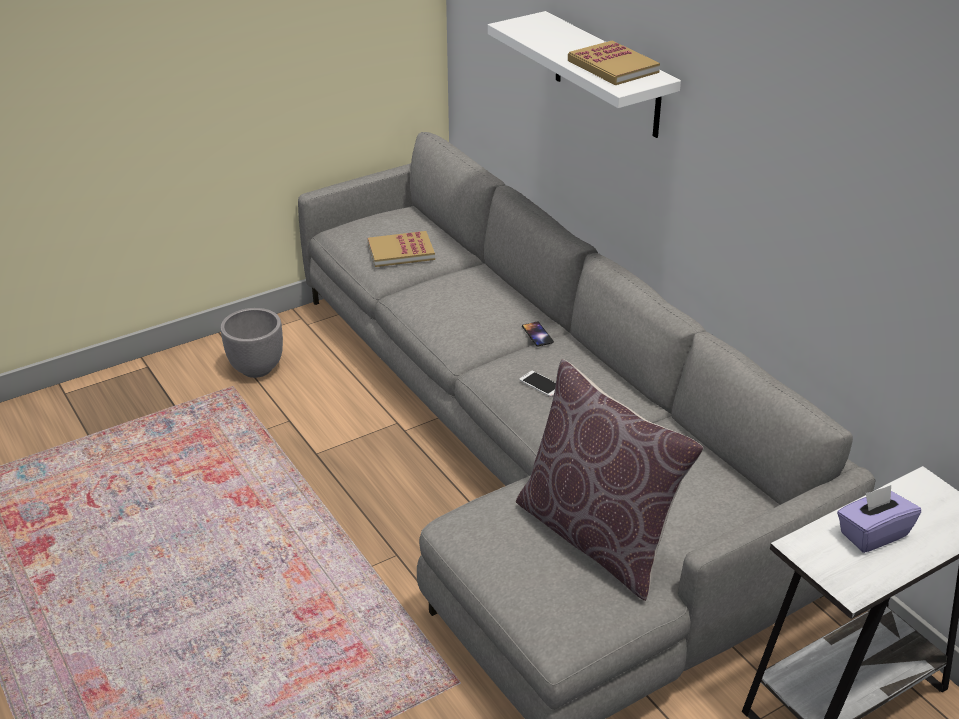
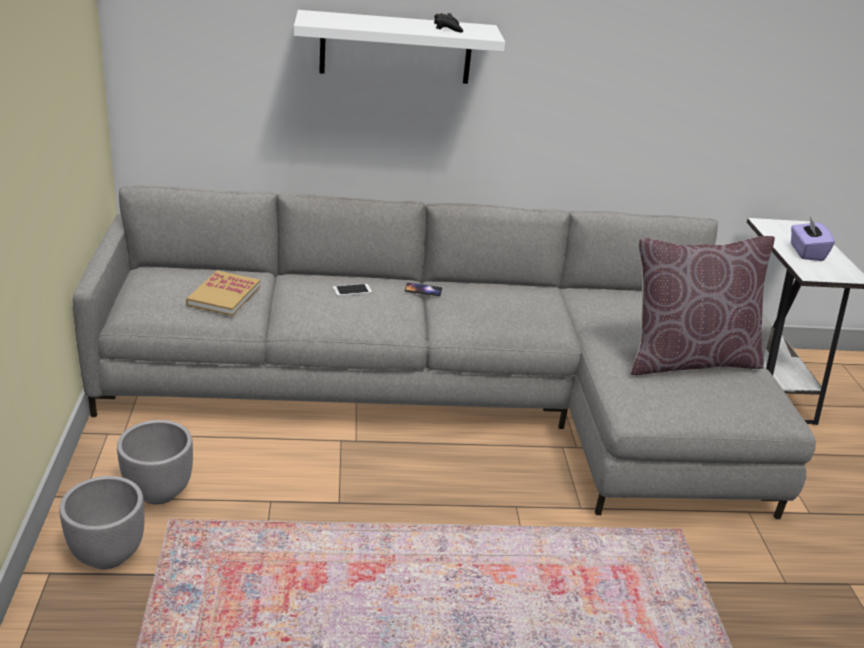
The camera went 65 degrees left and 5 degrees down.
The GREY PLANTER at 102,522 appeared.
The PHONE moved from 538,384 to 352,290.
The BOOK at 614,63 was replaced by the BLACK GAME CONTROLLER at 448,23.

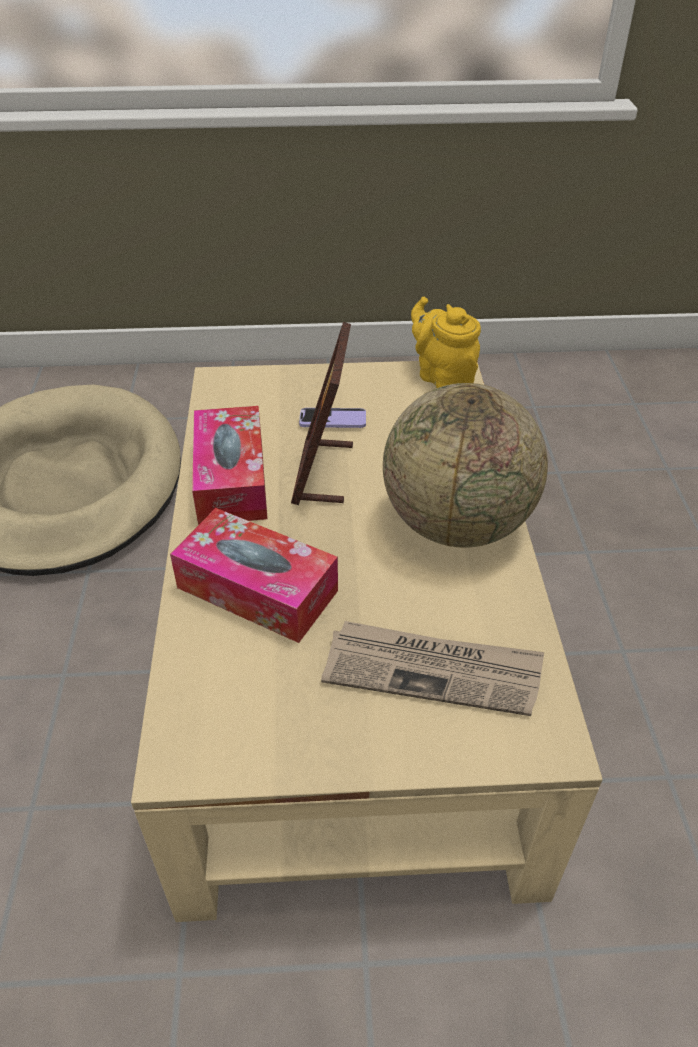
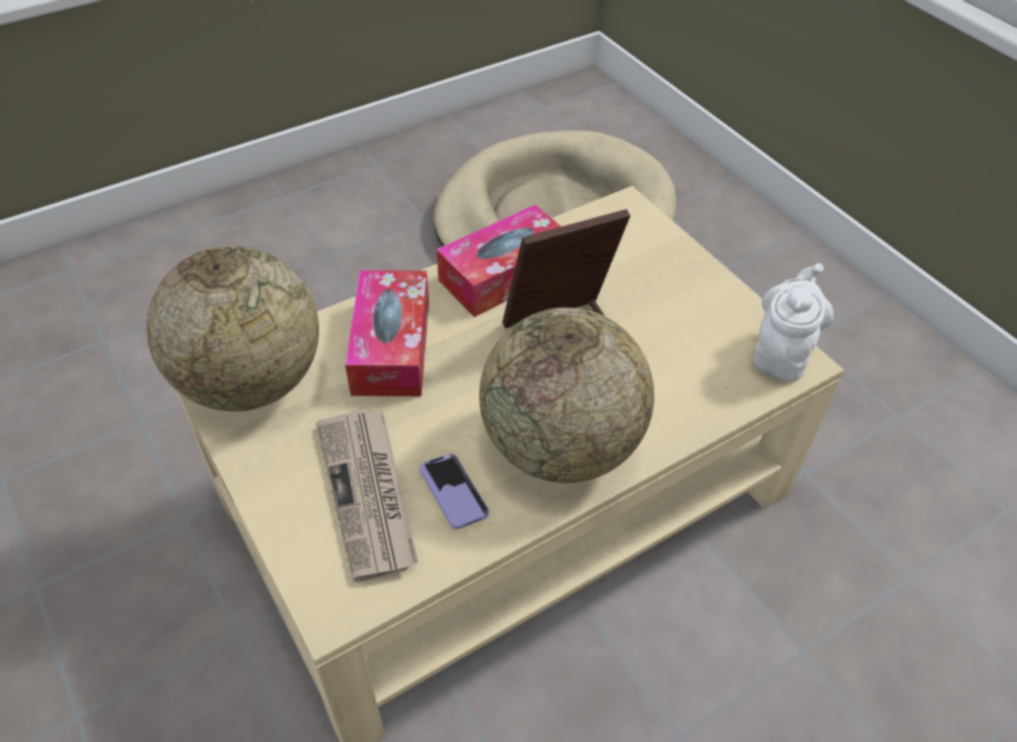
The camera went 60 degrees right and 5 degrees up.
The GLOBE at 232,329 appeared.
The PHONE moved from 332,418 to 454,491.
The YELLOW TEAPOT at 446,342 became the WHITE TEAPOT at 793,322.

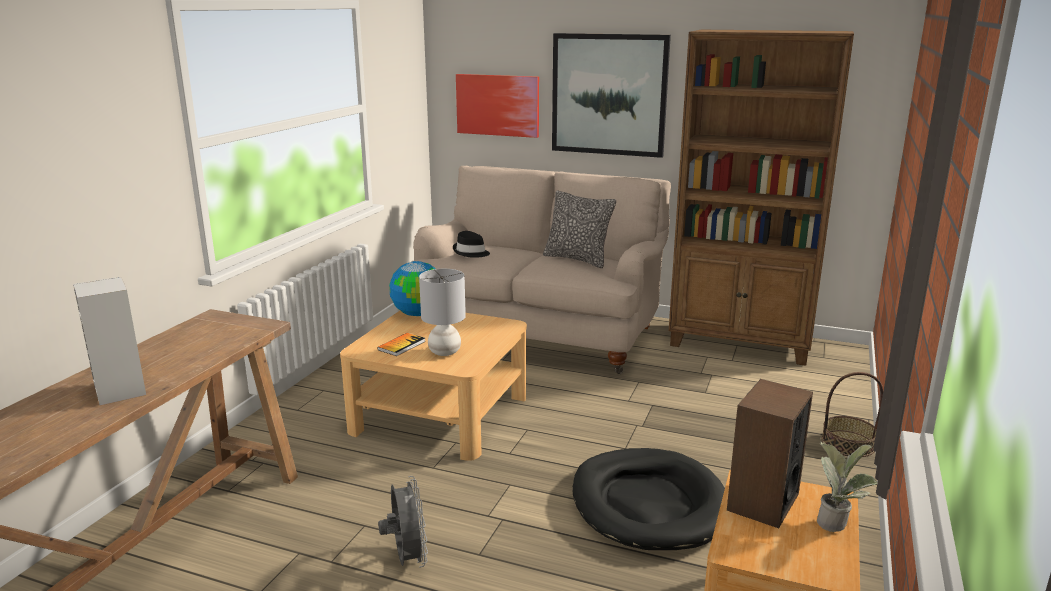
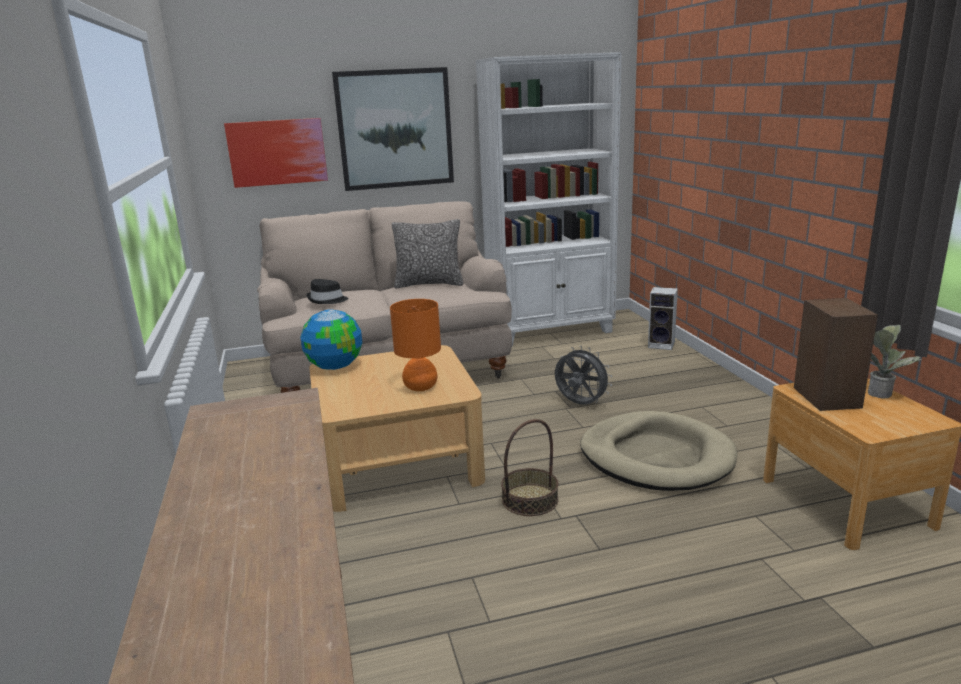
The camera went 35 degrees left and 0 degrees up.
The BOOK at 401,344 disappeared.
The SPEAKER moved from 109,341 to 663,318.
The GREY FAN moved from 403,522 to 583,375.
The BASKET moved from 852,414 to 530,467.
The GREY TABLE LAMP at 442,312 became the ORANGE TABLE LAMP at 415,345.
The BLACK DOG BED at 648,499 became the BEIGE DOG BED at 658,451.
The BROWN BOOKCASE at 761,198 became the WHITE BOOKCASE at 549,199.

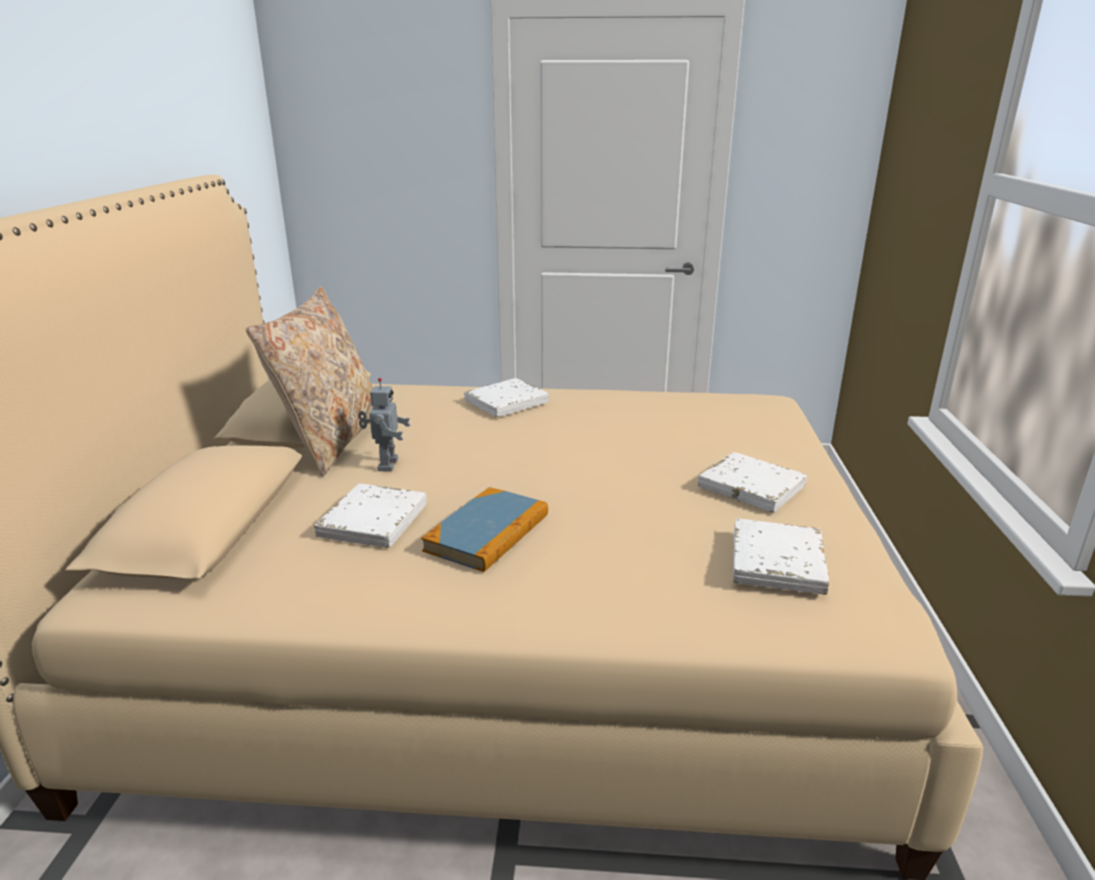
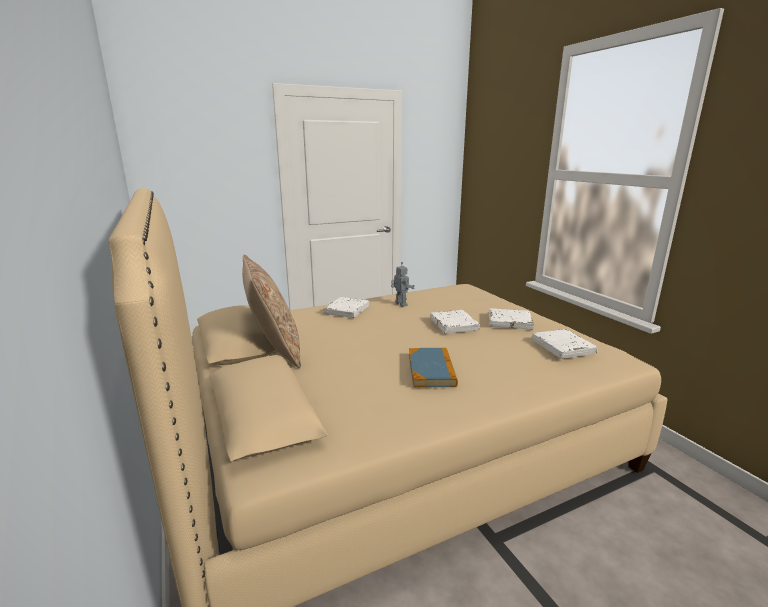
The camera went 30 degrees left and 5 degrees down.
The WHITE BOOK moved from 370,516 to 455,322.
The TOY ROBOT moved from 384,425 to 403,284.

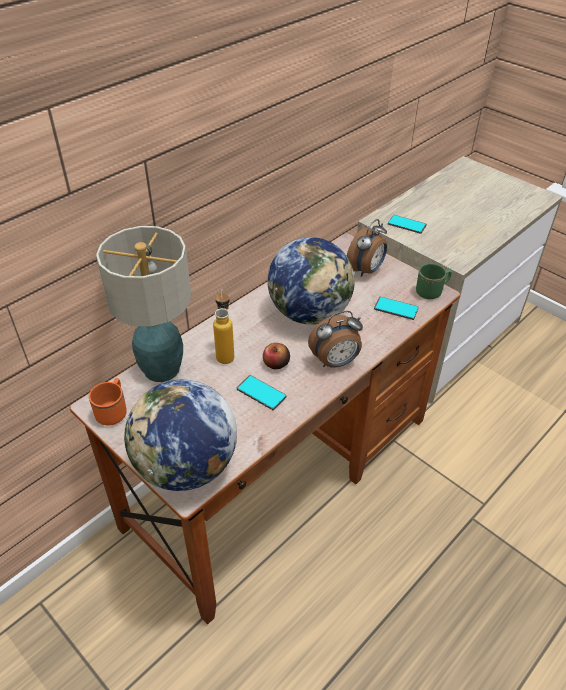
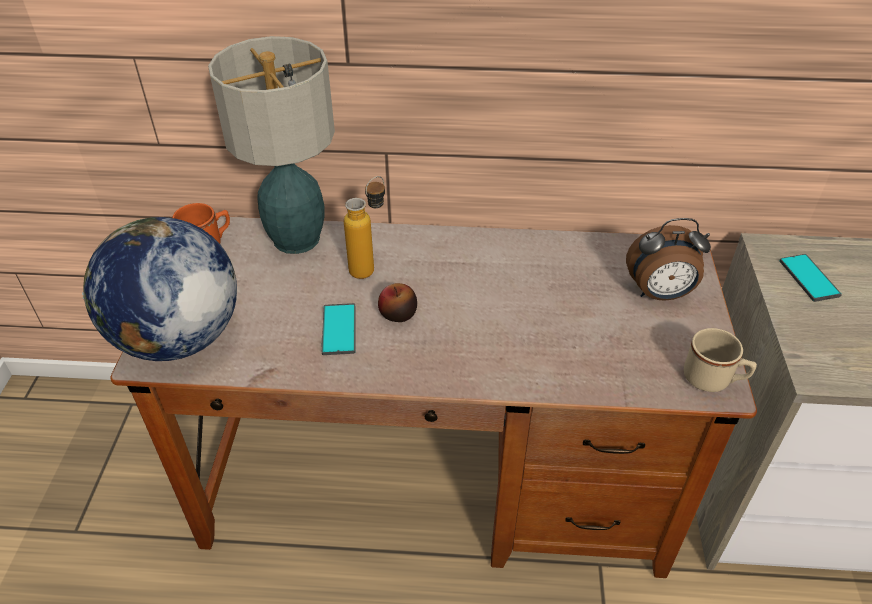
The camera went 50 degrees right and 0 degrees up.
The GLOBE at 311,281 disappeared.
The ALARM CLOCK at 335,339 disappeared.
The PHONE at 396,308 disappeared.
The GREEN MUG at 434,281 became the BEIGE MUG at 720,360.

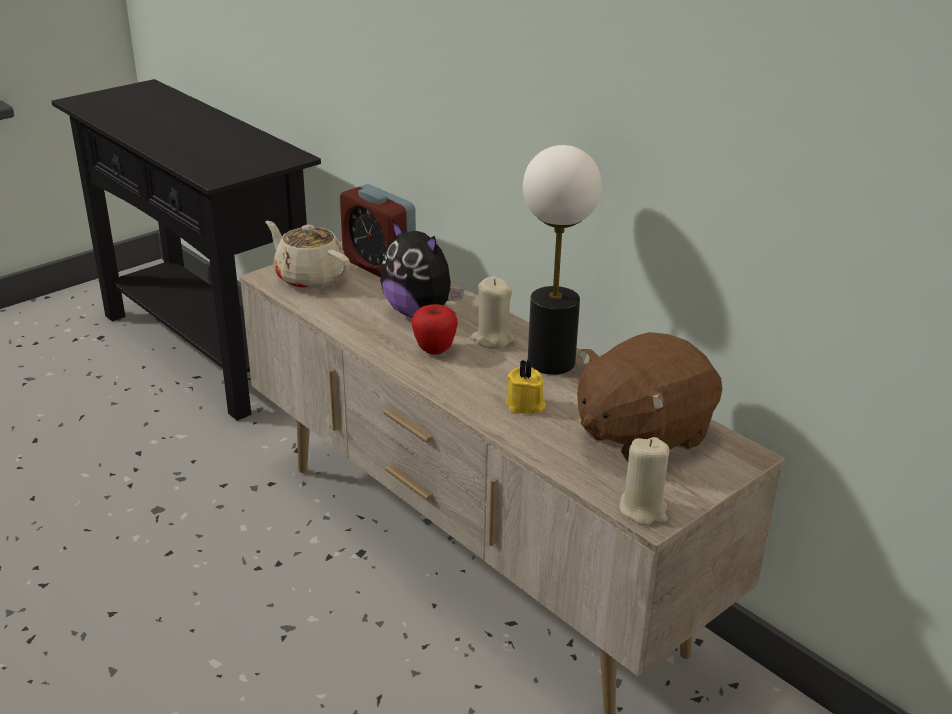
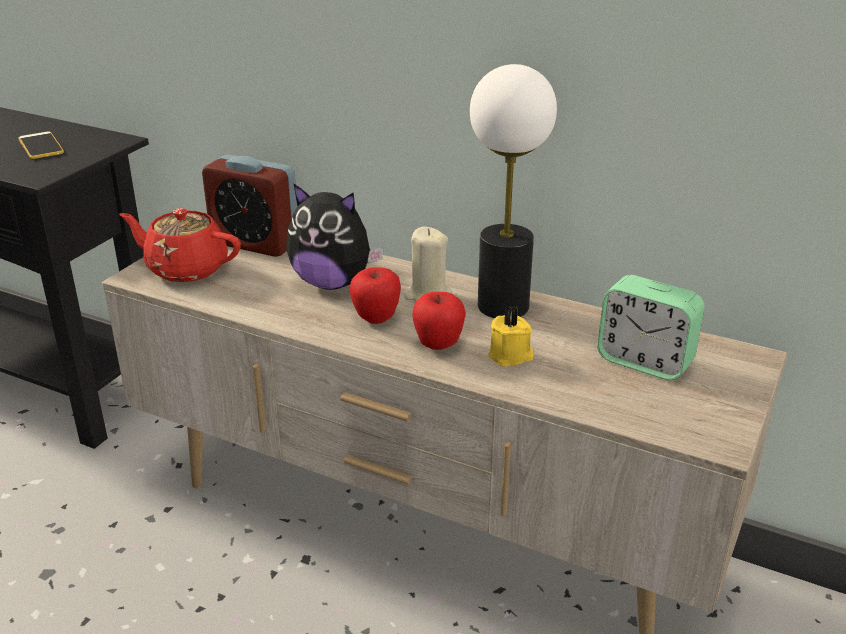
The camera went 20 degrees left and 0 degrees up.
The BEIGE CANDLE at 644,481 disappeared.
The PHONE at 41,145 appeared.
The APPLE at 439,321 appeared.
The BROWN PLUSH TOY at 650,397 was replaced by the ALARM CLOCK at 651,327.
The BEIGE TEAPOT at 307,255 became the RED TEAPOT at 180,245.

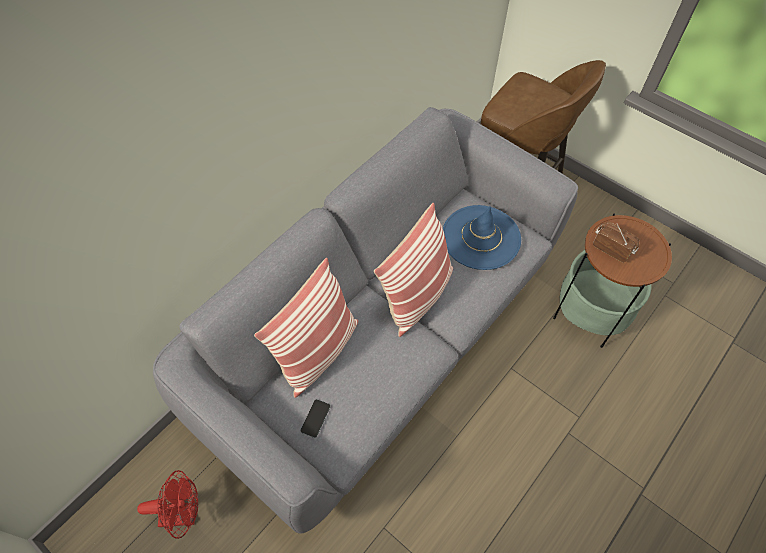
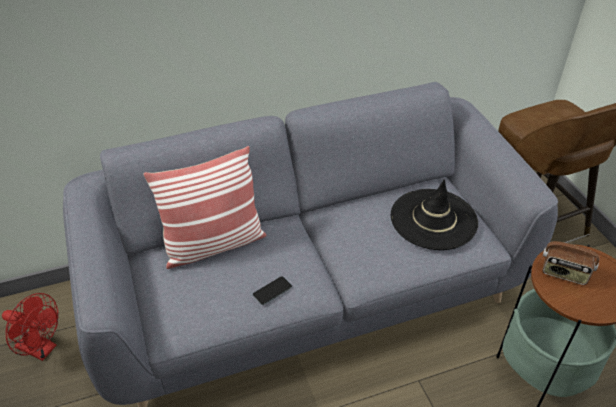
The camera went 30 degrees right and 15 degrees down.
The PILLOW at 413,270 disappeared.
The PHONE moved from 315,418 to 272,290.
The BLUE HAT at 482,237 became the BLACK HAT at 434,214.
The RADIO at 616,242 turned 135 degrees clockwise.

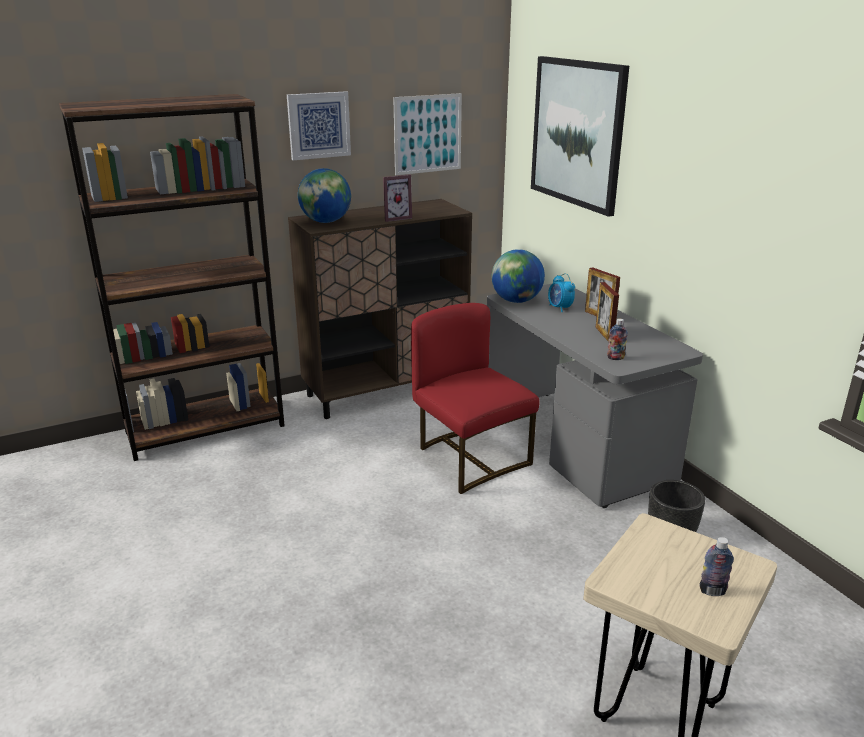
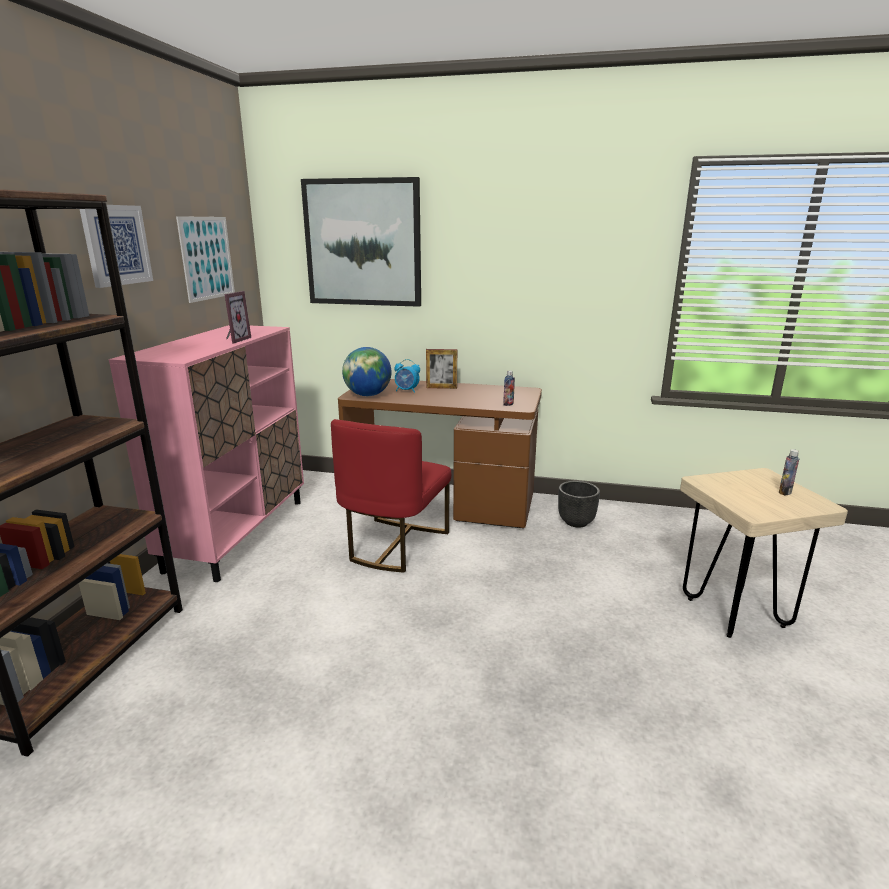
The camera went 50 degrees left and 5 degrees down.
The GLOBE at 324,195 disappeared.
The PICTURE FRAME at 607,312 disappeared.
The BROWN CABINET at 380,309 became the PINK CABINET at 206,453.
The GREY DESK at 595,396 became the BROWN DESK at 440,454.
The RED CHAIR at 475,398 turned 75 degrees counterclockwise.

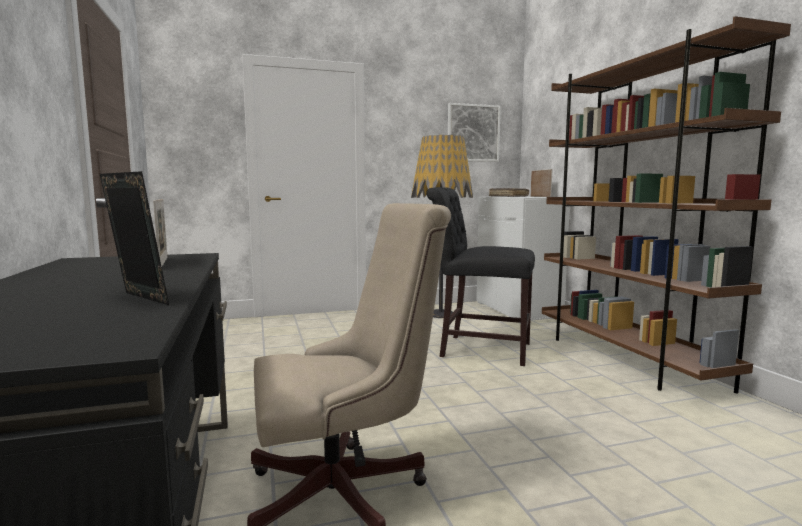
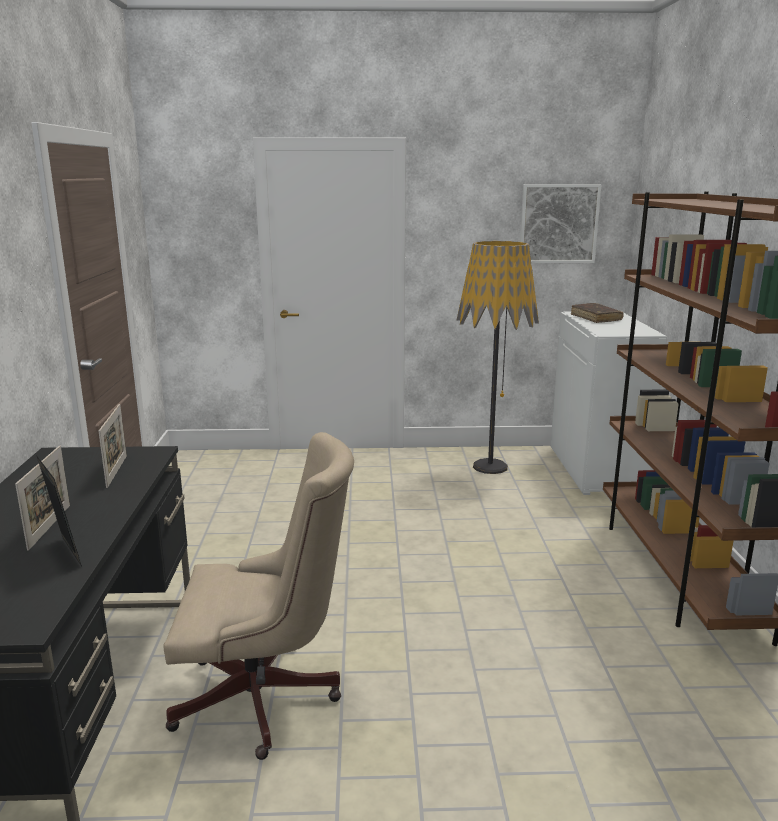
The camera went 15 degrees right and 10 degrees up.
The BLACK CHAIR at 480,276 disappeared.
The PICTURE FRAME moved from 541,183 to 42,498.

